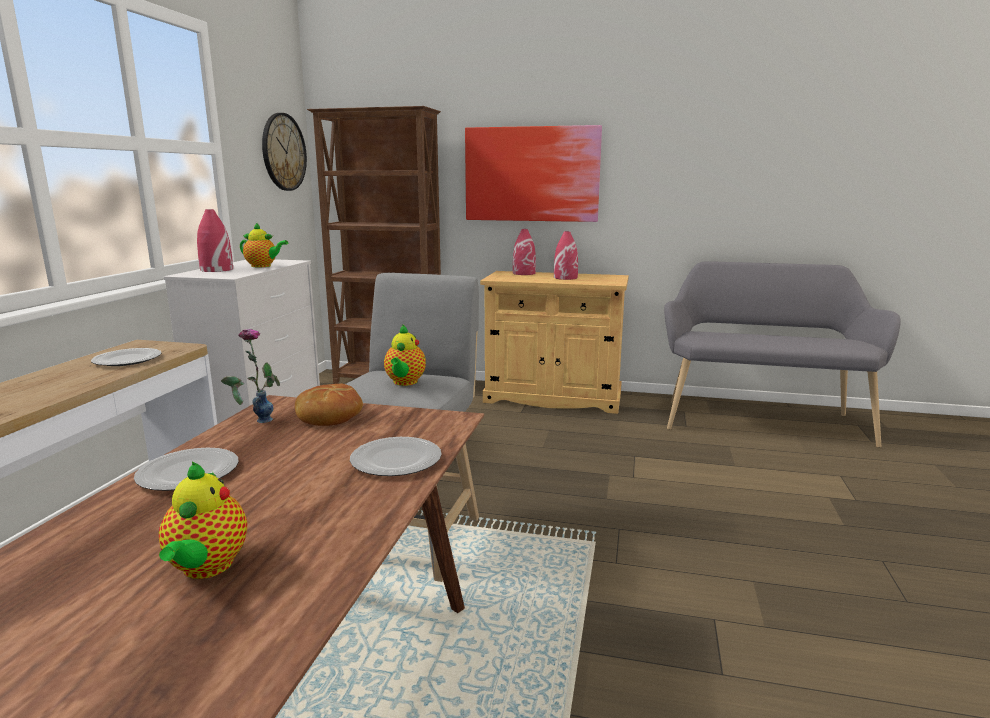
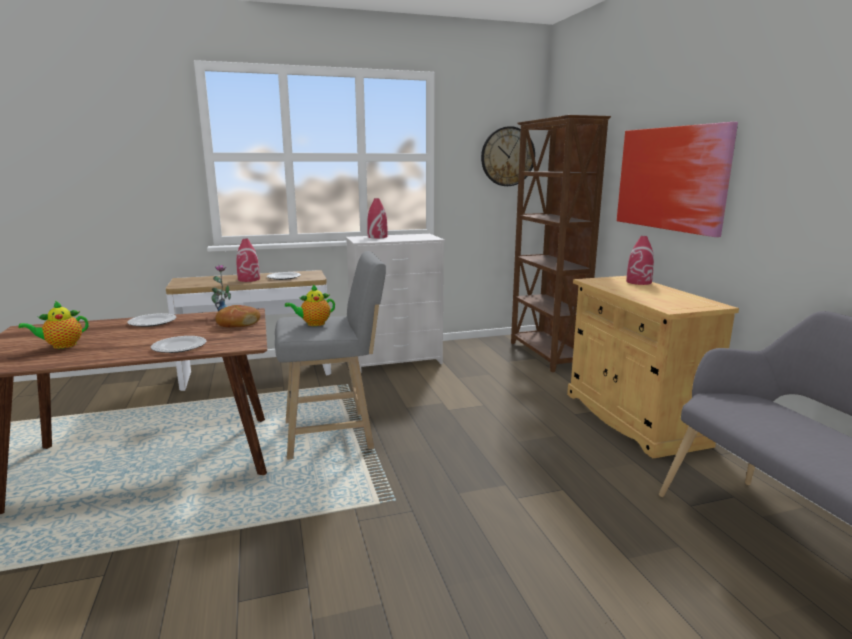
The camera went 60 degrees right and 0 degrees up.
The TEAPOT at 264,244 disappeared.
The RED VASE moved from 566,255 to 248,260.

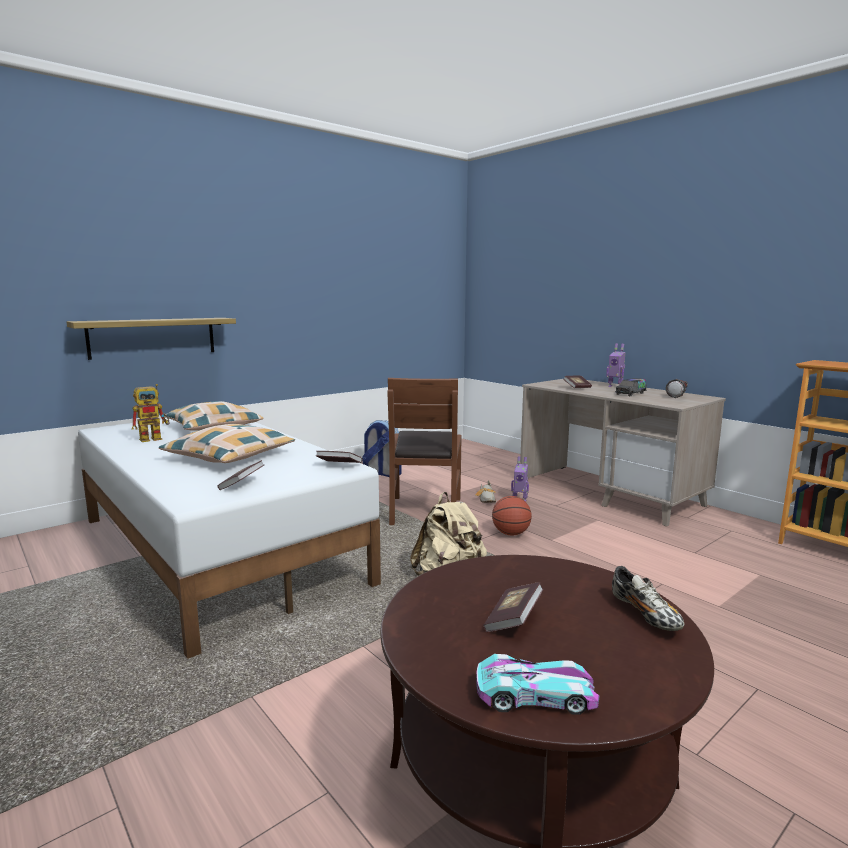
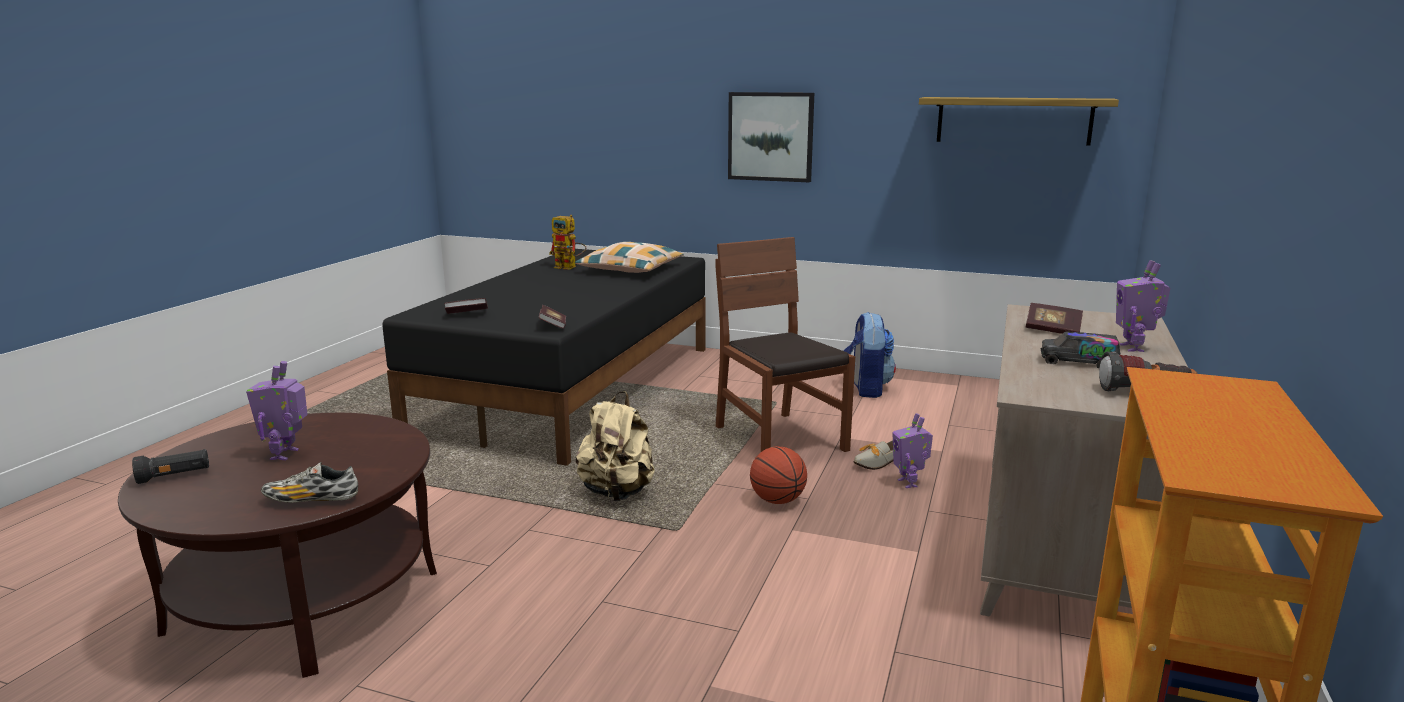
The camera went 60 degrees right and 5 degrees up.
The PILLOW at 226,443 disappeared.
The PICTURE at 771,137 appeared.
The SHELF moved from 151,339 to 1019,121.
The TOY CAR at 537,684 was replaced by the BLACK FLASHLIGHT at 170,466.
The BOOK at 513,607 was replaced by the TOY ROBOT at 277,410.
The WHITE BED at 229,538 became the BLACK BED at 543,357.
The BROWN CHAIR at 425,451 turned 90 degrees clockwise.
The SHOE at 648,598 turned 45 degrees clockwise.

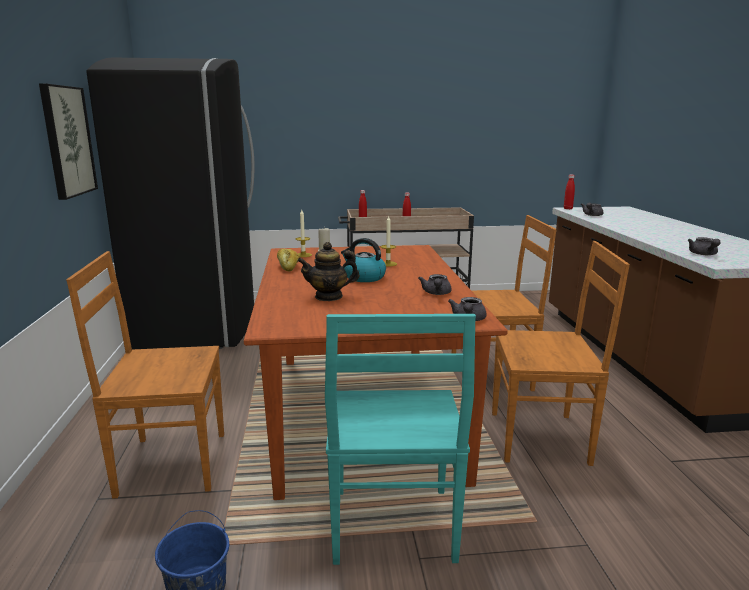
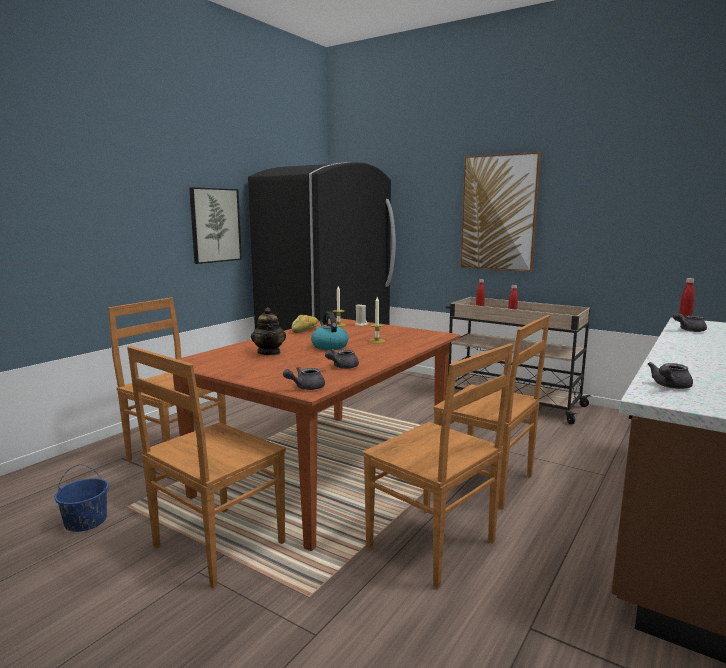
The camera went 40 degrees right and 5 degrees down.
The PICTURE at 500,212 appeared.
The TURQUOISE CHAIR at 400,439 became the BROWN CHAIR at 206,467.
The TEAPOT at 328,271 turned 135 degrees counterclockwise.

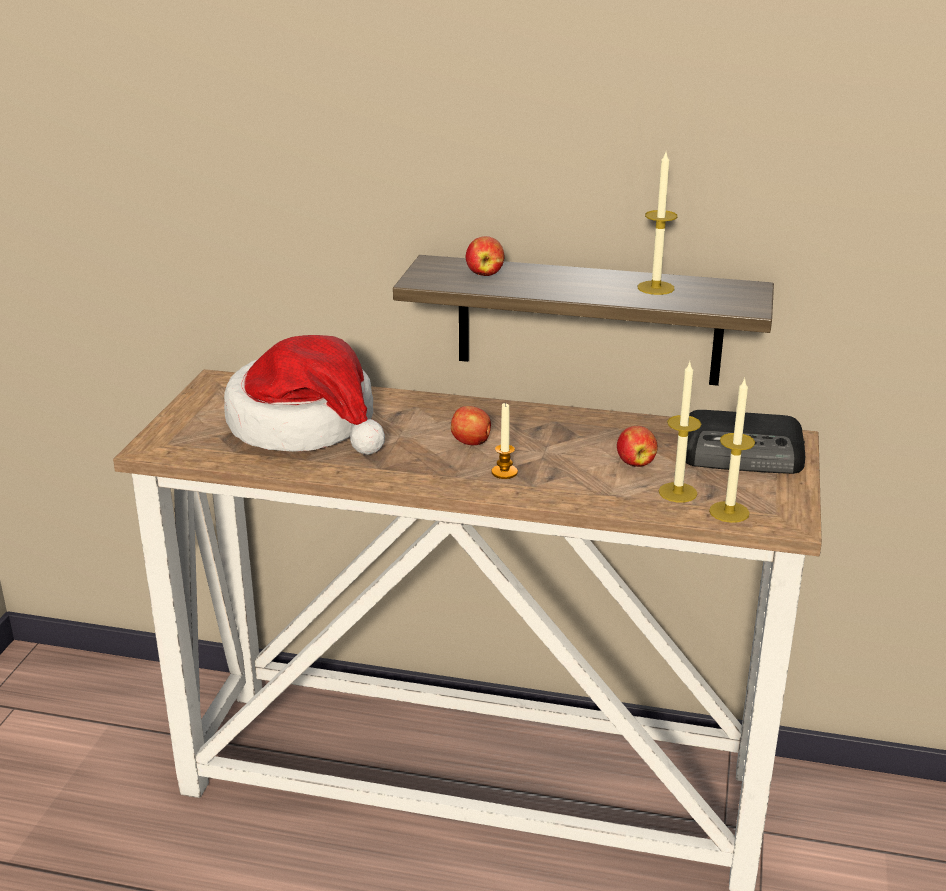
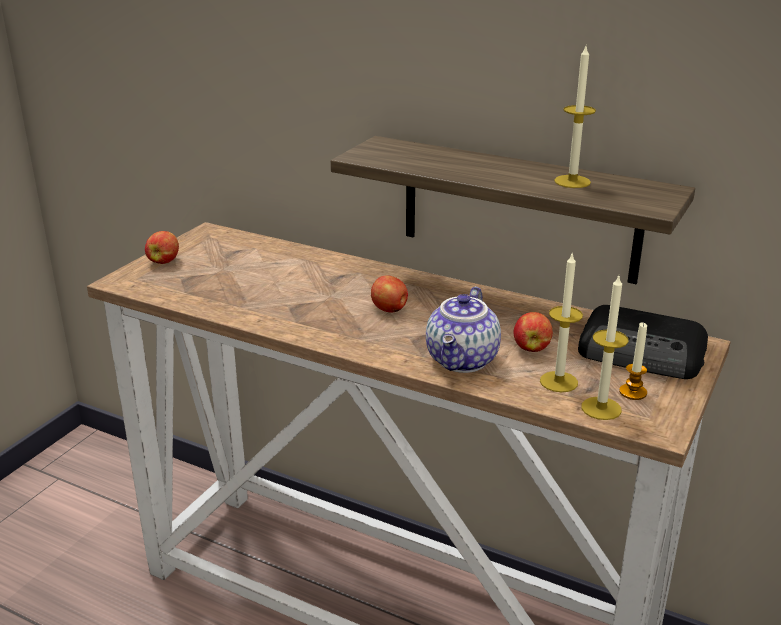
The camera went 15 degrees right and 0 degrees up.
The HAT at 304,395 disappeared.
The TEAPOT at 463,329 appeared.
The APPLE moved from 485,256 to 162,247.
The CANDLE moved from 505,441 to 633,361.

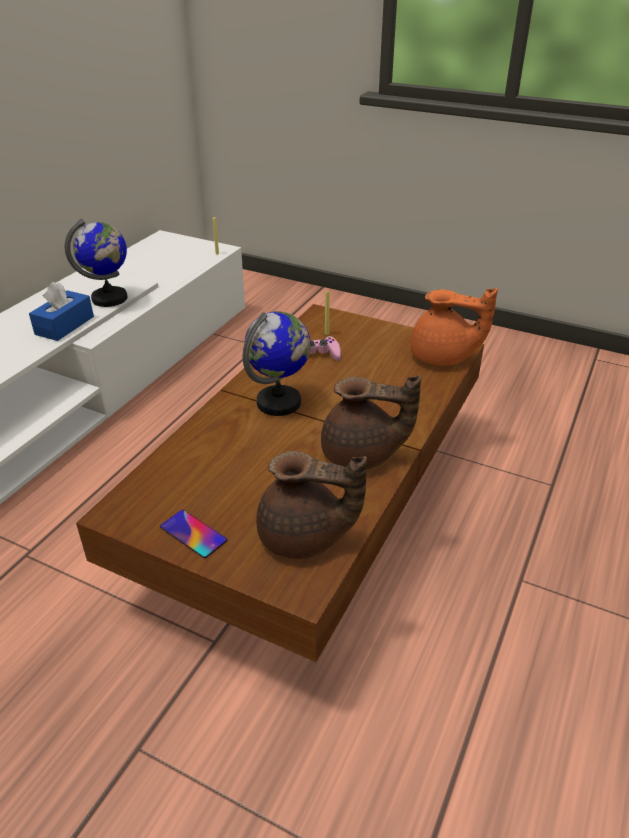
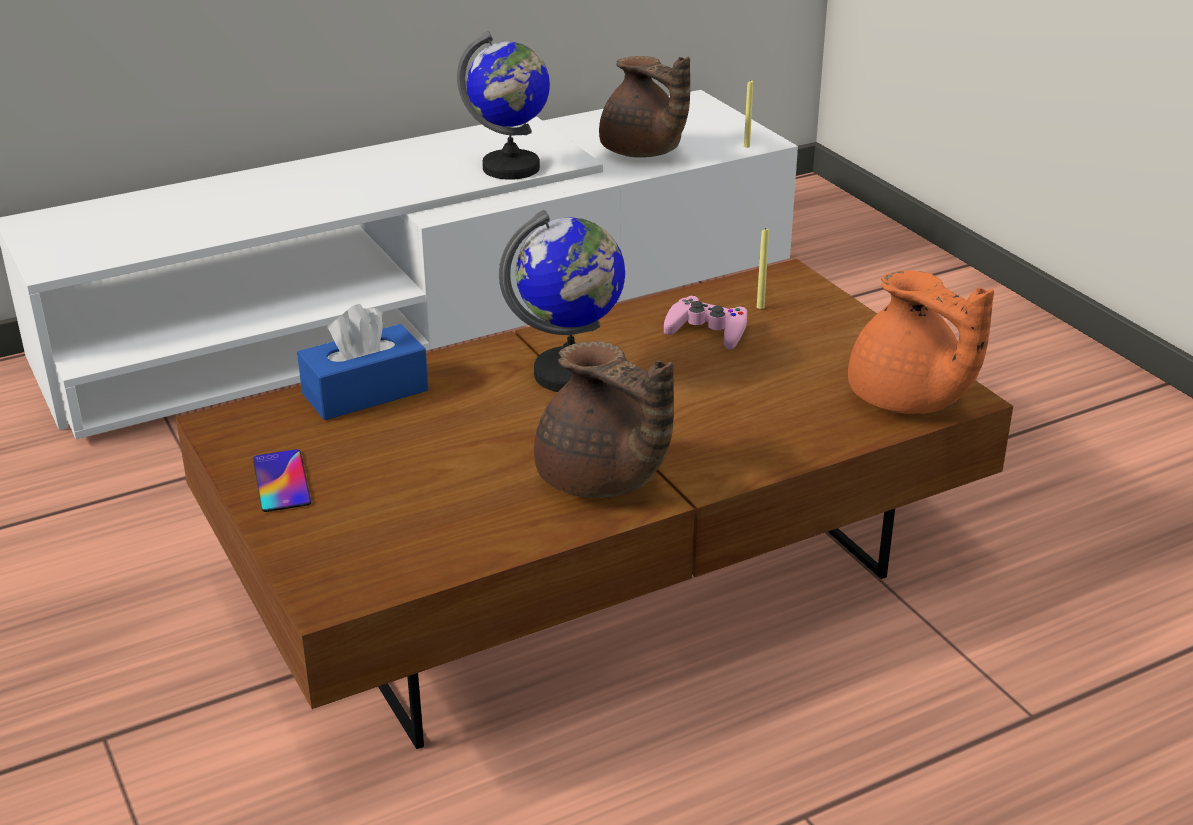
The camera went 35 degrees right and 5 degrees down.
The BLUE TISSUE BOX moved from 61,311 to 363,362.
The BROWN TEAPOT moved from 311,505 to 644,107.

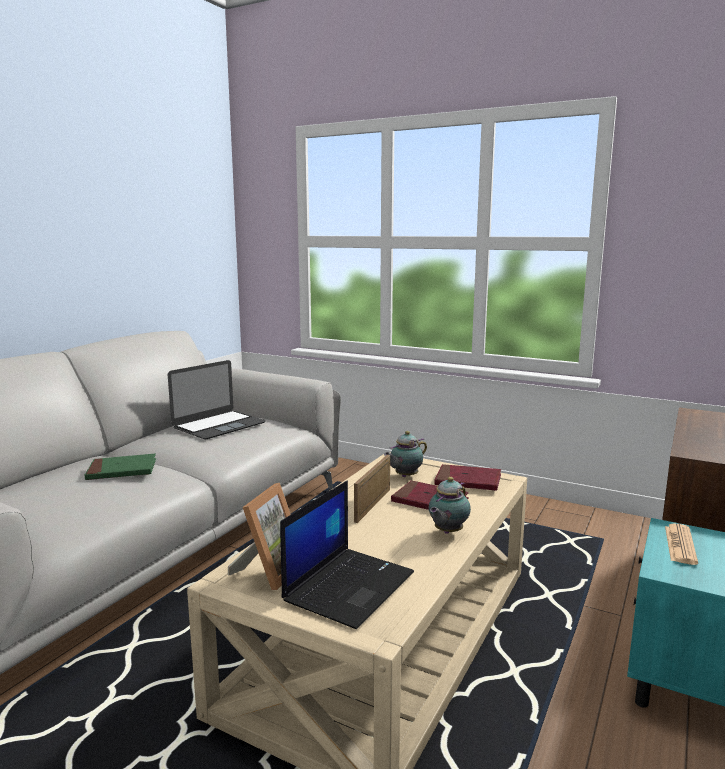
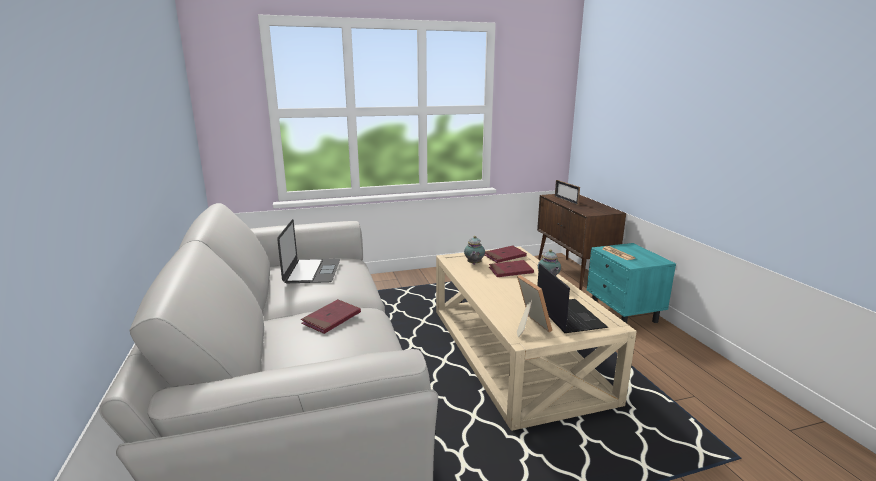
The camera went 45 degrees left and 5 degrees up.
The PICTURE FRAME moved from 372,488 to 567,192.
The GREEN BOOK at 120,467 became the RED BOOK at 331,316.

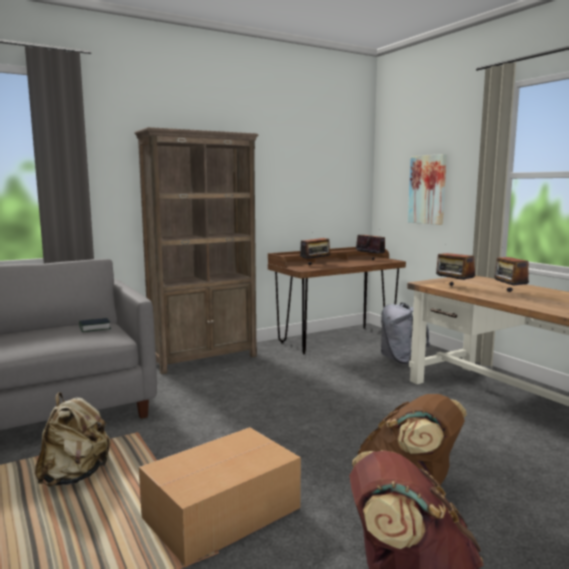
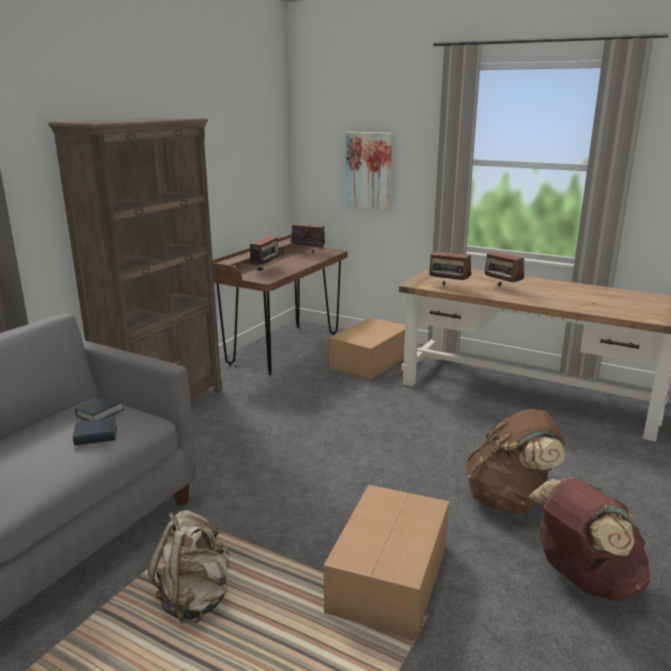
The camera went 30 degrees left and 10 degrees up.
The BOOK at 95,432 appeared.
The GREY BACKPACK at 405,333 was replaced by the CARDBOARD BOX at 367,348.

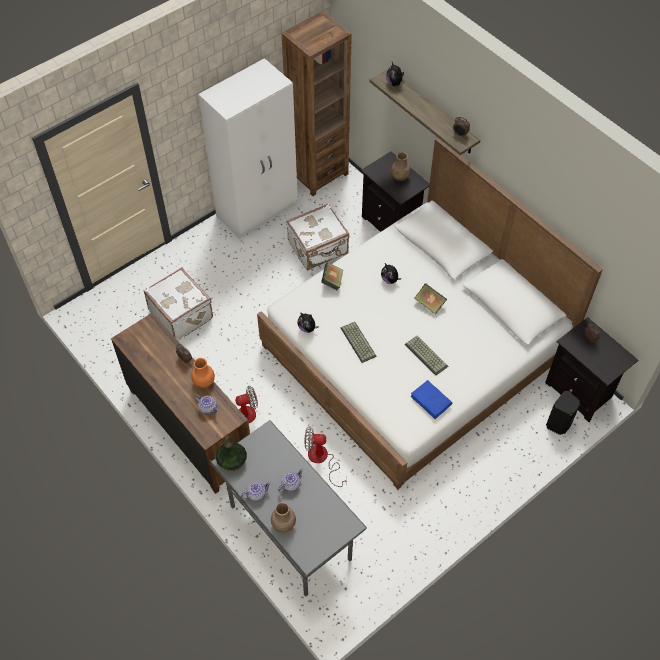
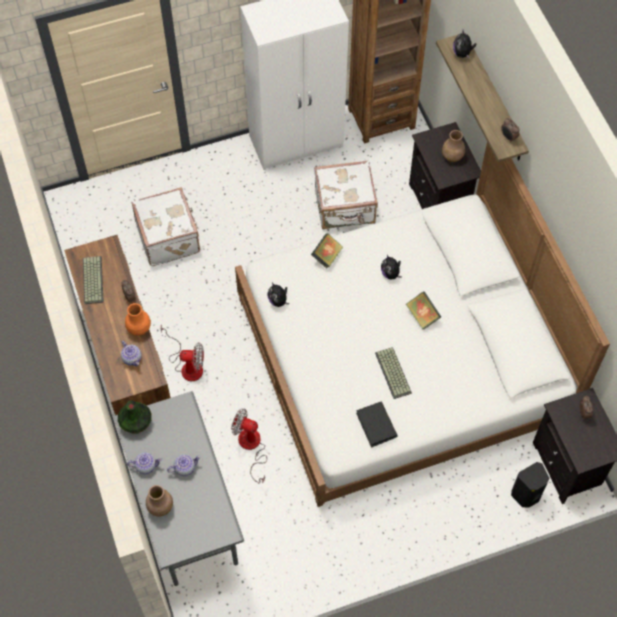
The camera went 20 degrees right and 5 degrees up.
The KEYBOARD moved from 358,342 to 93,280.
The BLUE BOOK at 431,399 became the BLACK BOOK at 377,425.

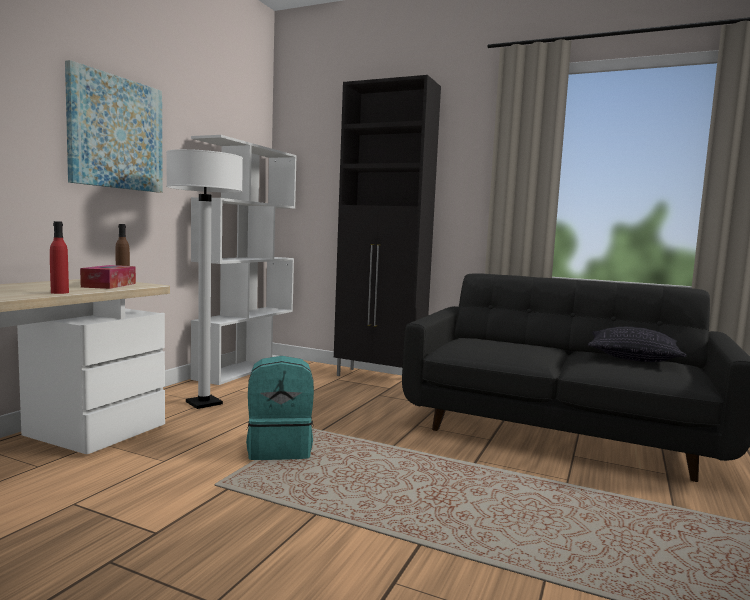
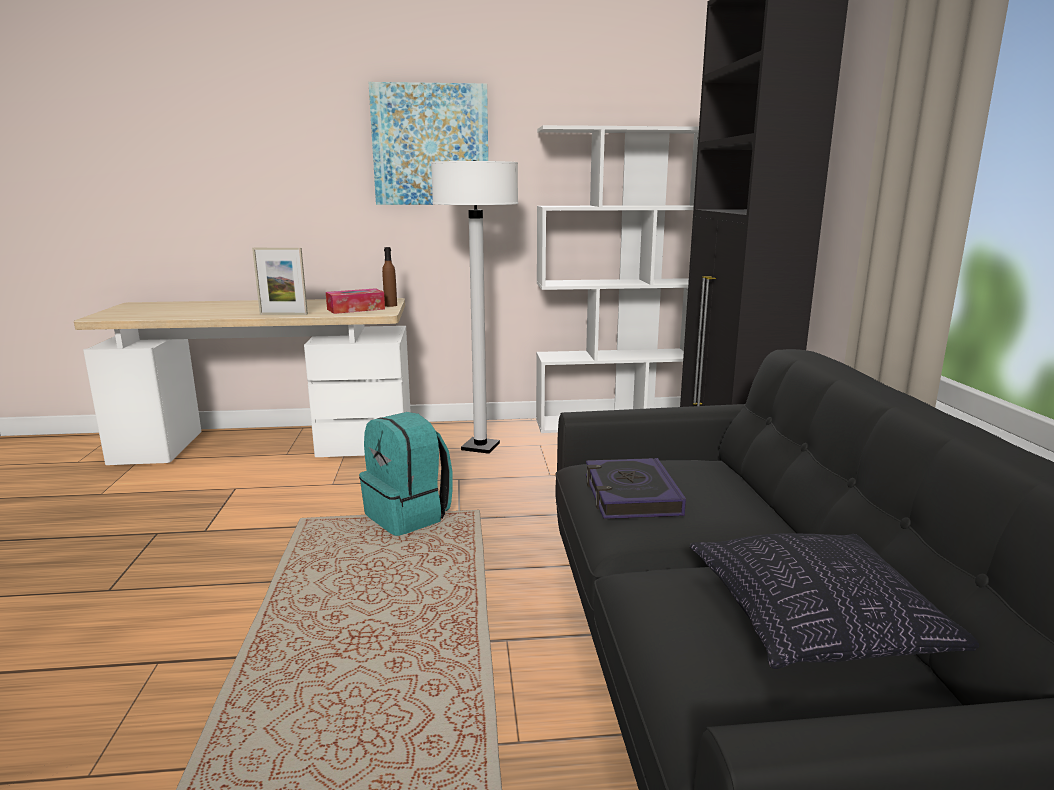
The camera went 60 degrees right and 10 degrees up.
The BOOK at 636,488 appeared.
The RED BOTTLE at 59,257 was replaced by the PICTURE FRAME at 280,281.

